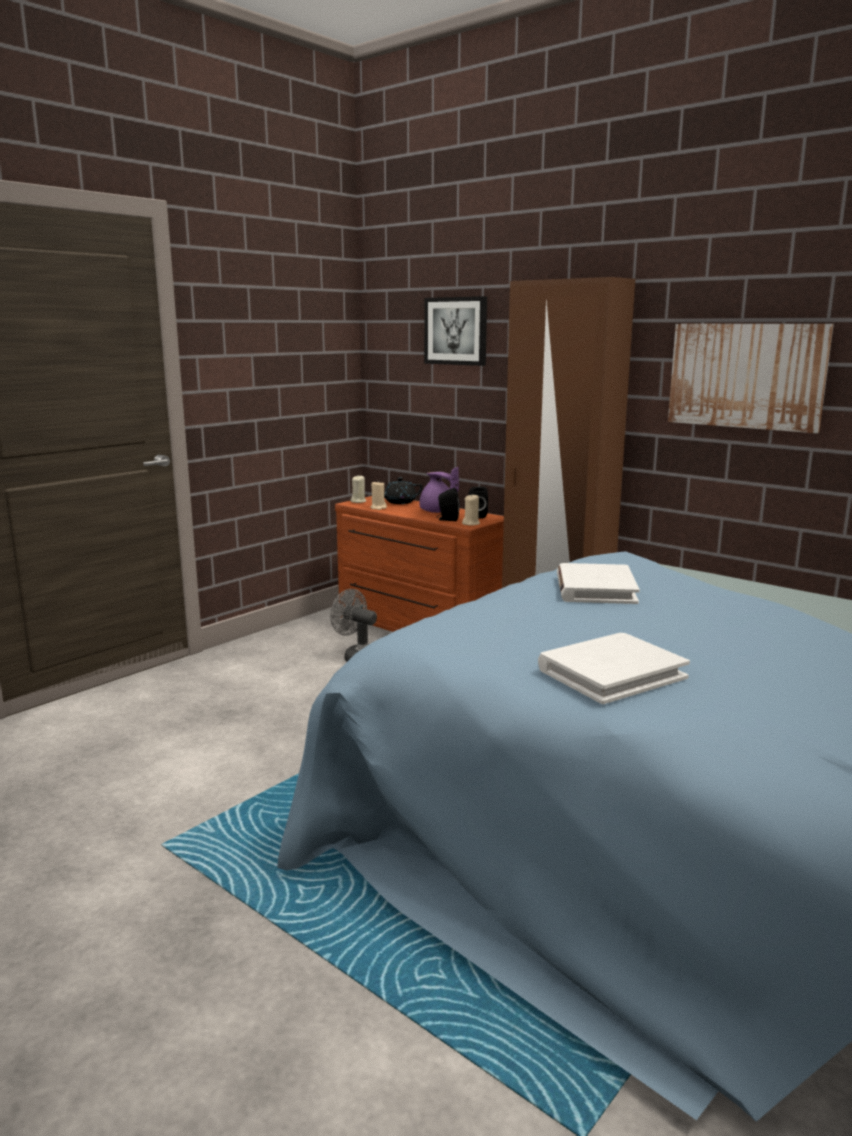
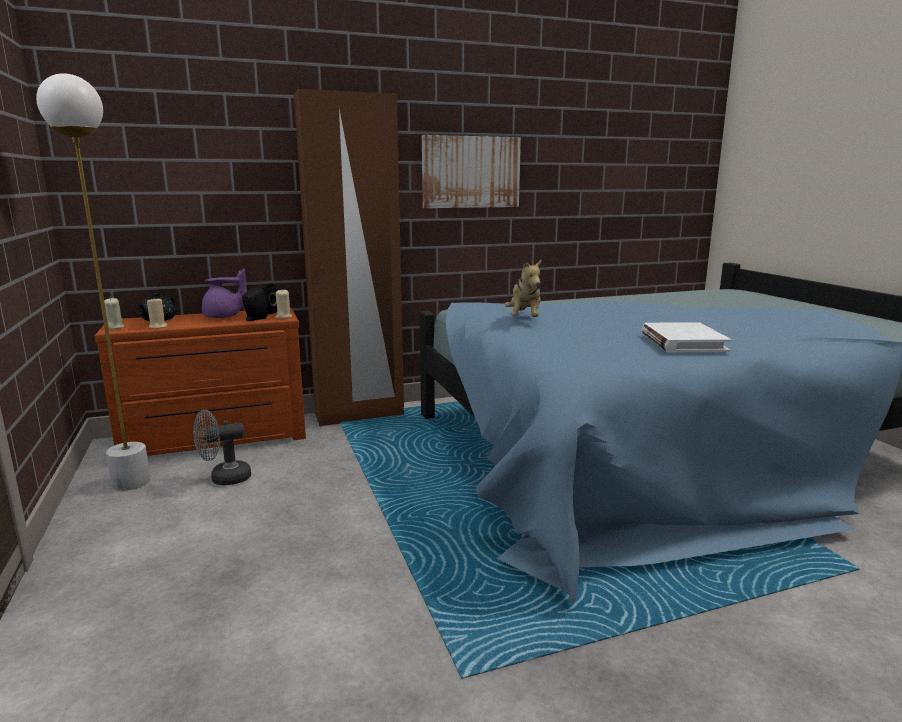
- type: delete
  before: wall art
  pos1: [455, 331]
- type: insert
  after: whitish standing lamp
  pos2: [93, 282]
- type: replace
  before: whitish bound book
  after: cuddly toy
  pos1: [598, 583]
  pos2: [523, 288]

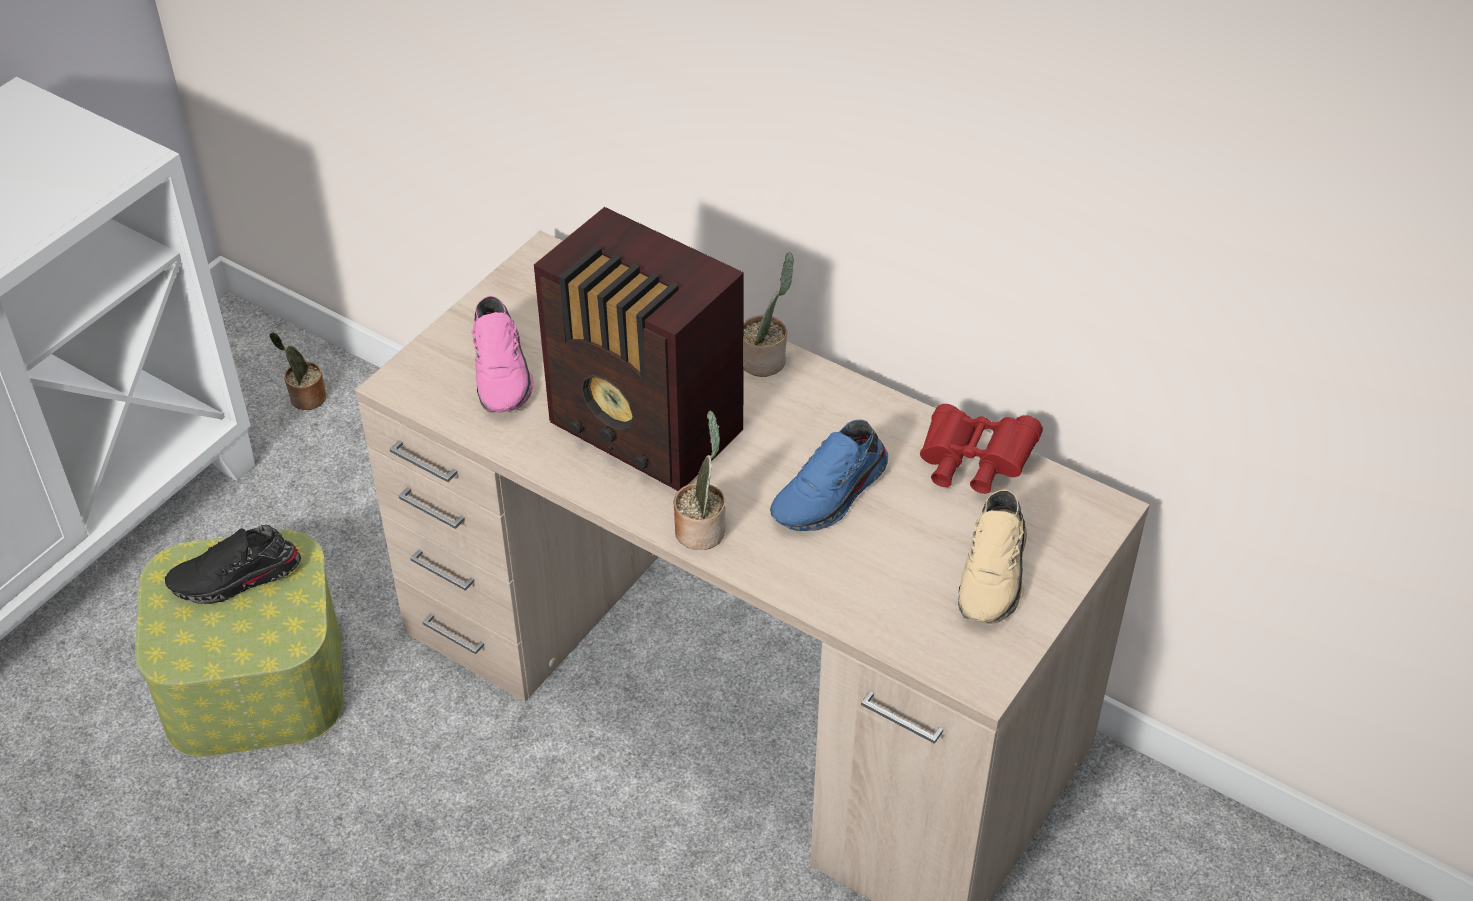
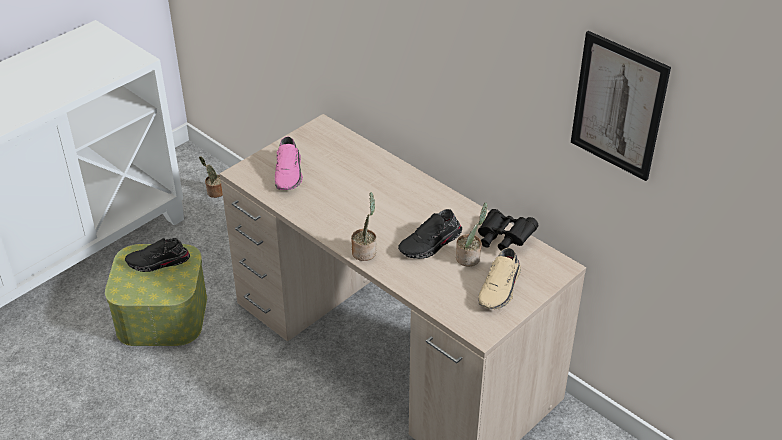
- type: delete
  before: radio
  pos1: [639, 349]
- type: insert
  after: wall art
  pos2: [621, 106]
- type: move
  before: potted plant
  pos1: [769, 314]
  pos2: [472, 235]
- type: recolor
  before: blue low shoe
  after: black low shoe
  pos1: [829, 475]
  pos2: [430, 234]
- type: recolor
  before: red binoculars
  after: black binoculars
  pos1: [981, 449]
  pos2: [508, 230]

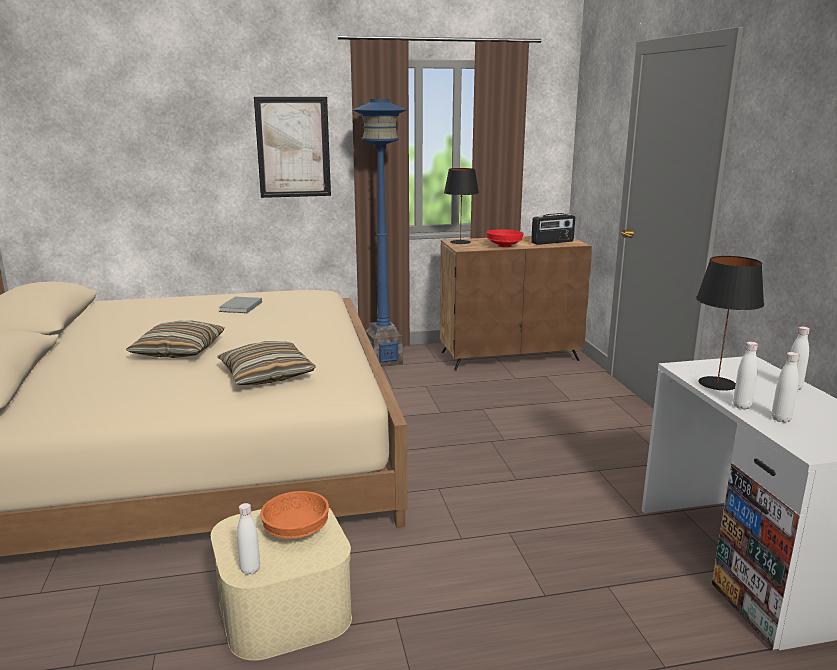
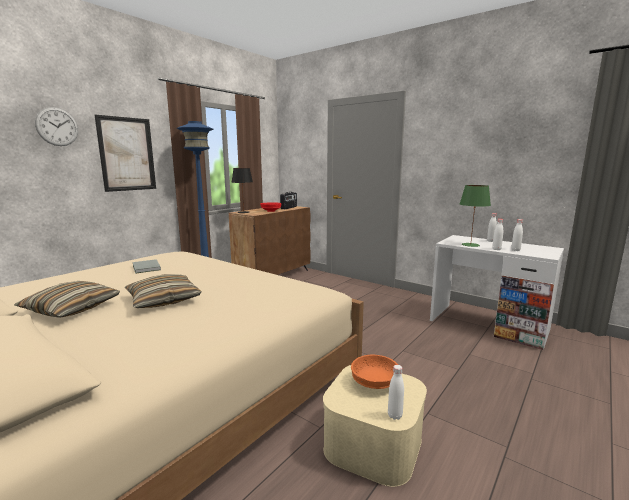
- type: insert
  after: wall clock
  pos2: [56, 126]
- type: move
  before: cushion
  pos1: [266, 363]
  pos2: [67, 299]
- type: recolor
  before: black tabletop lamp
  after: green-coloured tabletop lamp
  pos1: [730, 323]
  pos2: [475, 216]

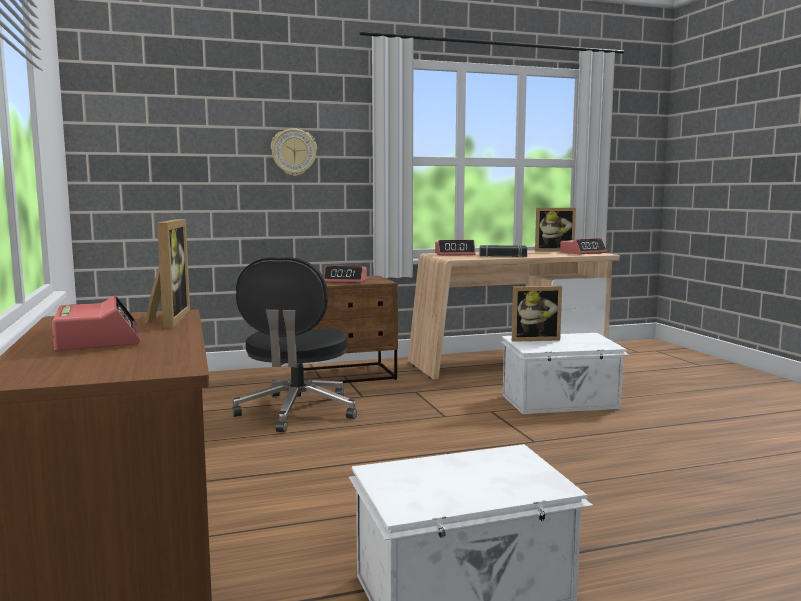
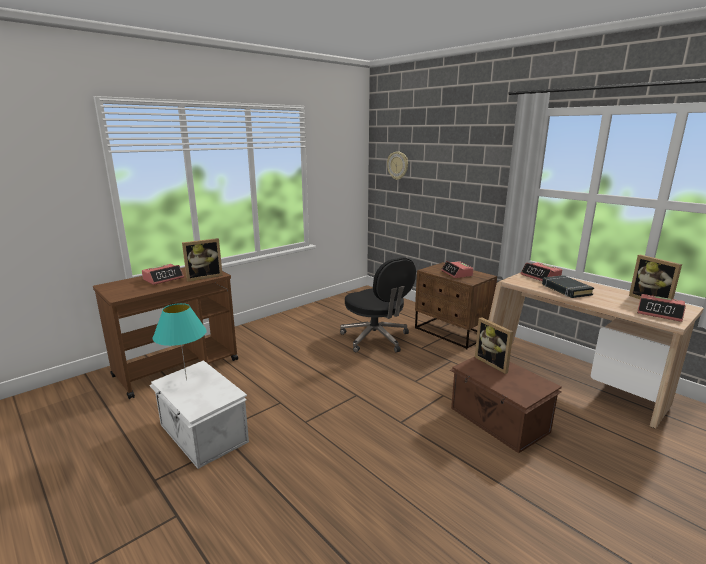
- type: insert
  after: turquoise tabletop lamp
  pos2: [180, 341]
- type: move
  before: wall clock
  pos1: [294, 152]
  pos2: [397, 165]
- type: recolor
  before: whitish storage bin
  after: brown storage bin
  pos1: [565, 373]
  pos2: [506, 405]
- type: rotate
  before: black computer chair
  pos1: [294, 345]
  pos2: [378, 305]
  turn: -105

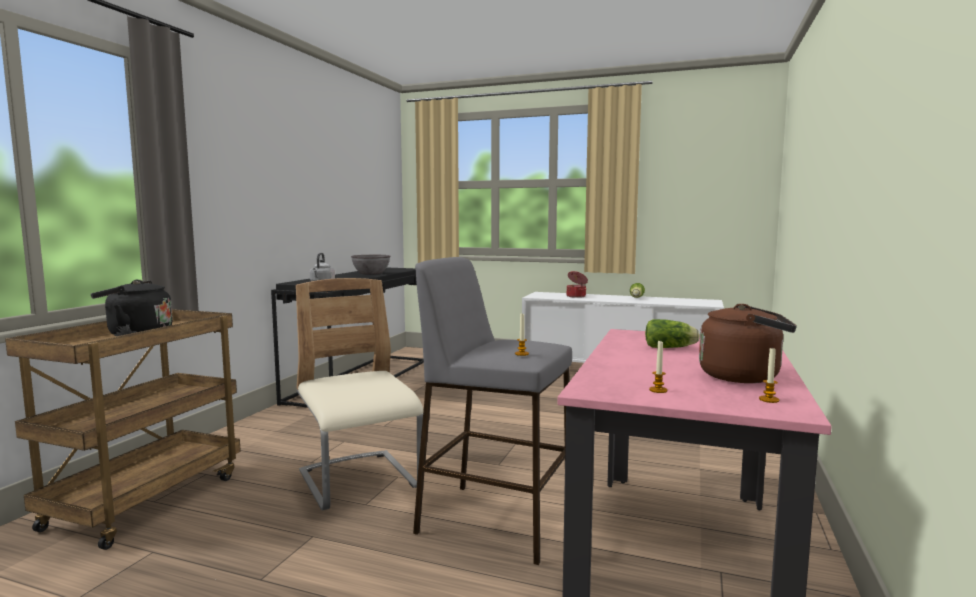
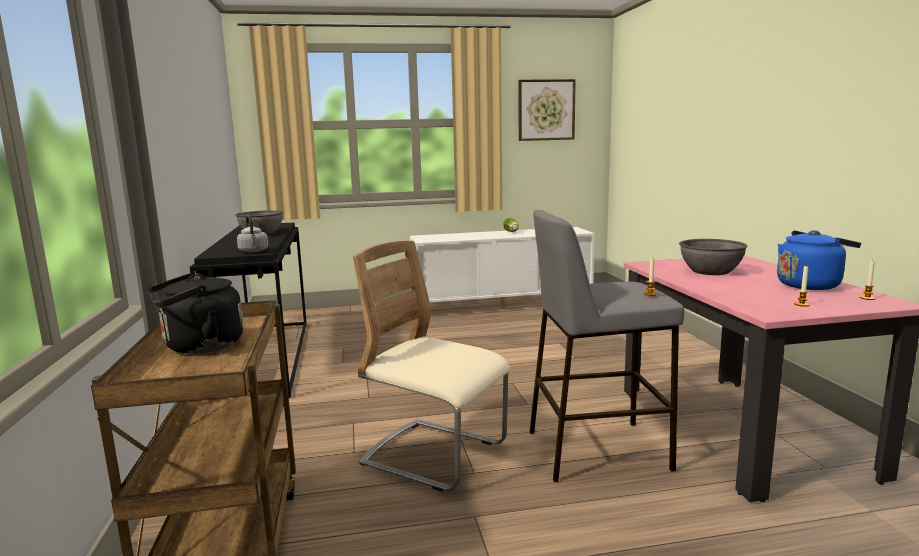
- type: delete
  before: cooking pot
  pos1: [577, 284]
- type: insert
  after: wall art
  pos2: [547, 110]
- type: replace
  before: lettuce head
  after: gray deep dish
  pos1: [672, 333]
  pos2: [713, 257]
- type: recolor
  before: brown kettle
  after: blue kettle
  pos1: [748, 343]
  pos2: [819, 260]

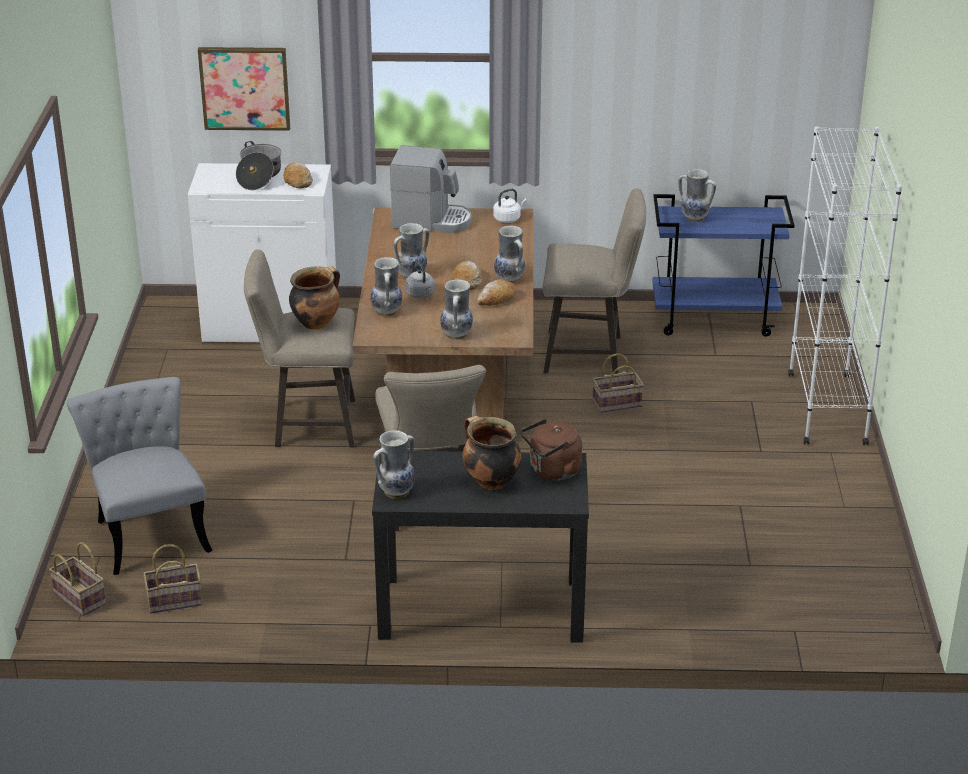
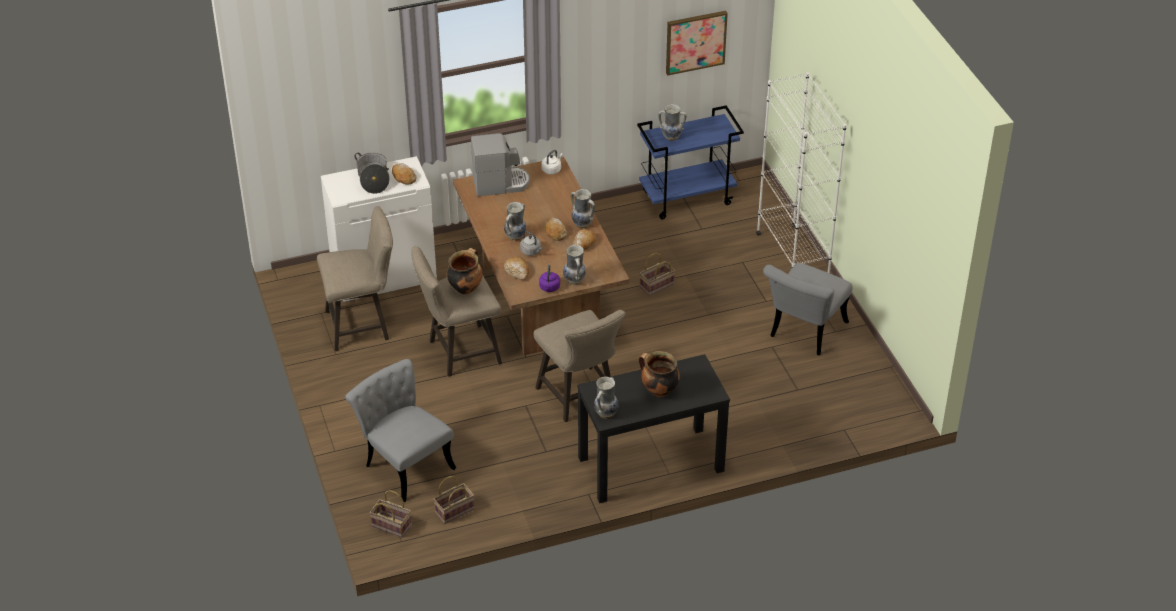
- type: delete
  before: brown kettle
  pos1: [551, 449]
- type: insert
  after: purple kettle
  pos2: [549, 278]
- type: insert
  after: gray chair
  pos2: [808, 309]
- type: move
  before: wall art
  pos1: [244, 89]
  pos2: [697, 43]
- type: move
  before: beige stool seat
  pos1: [594, 281]
  pos2: [355, 278]
- type: replace
  before: flower vase
  after: bread
  pos1: [386, 286]
  pos2: [516, 268]

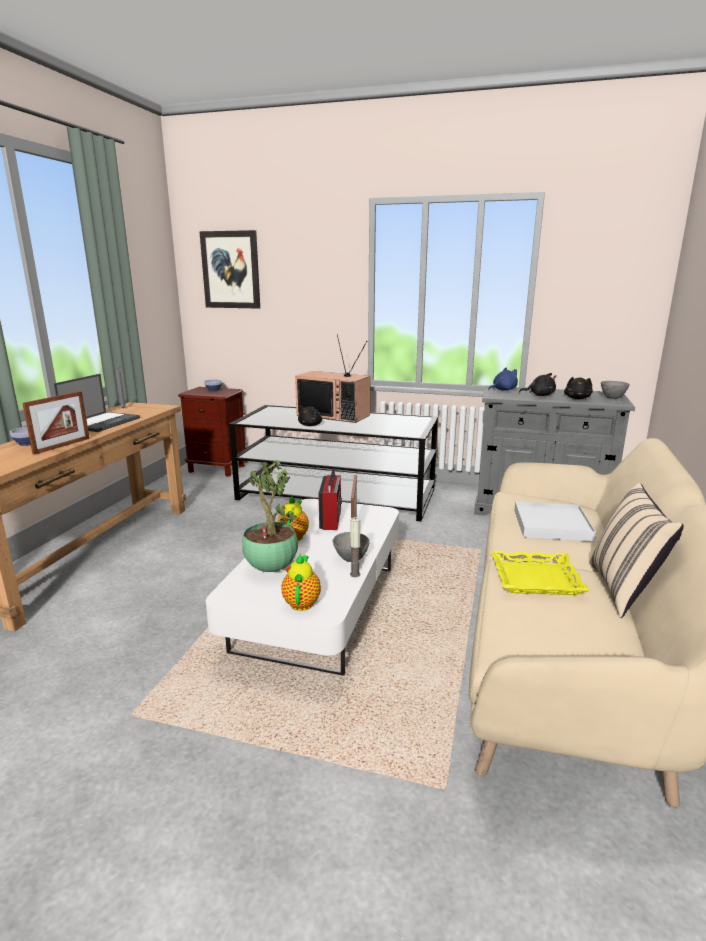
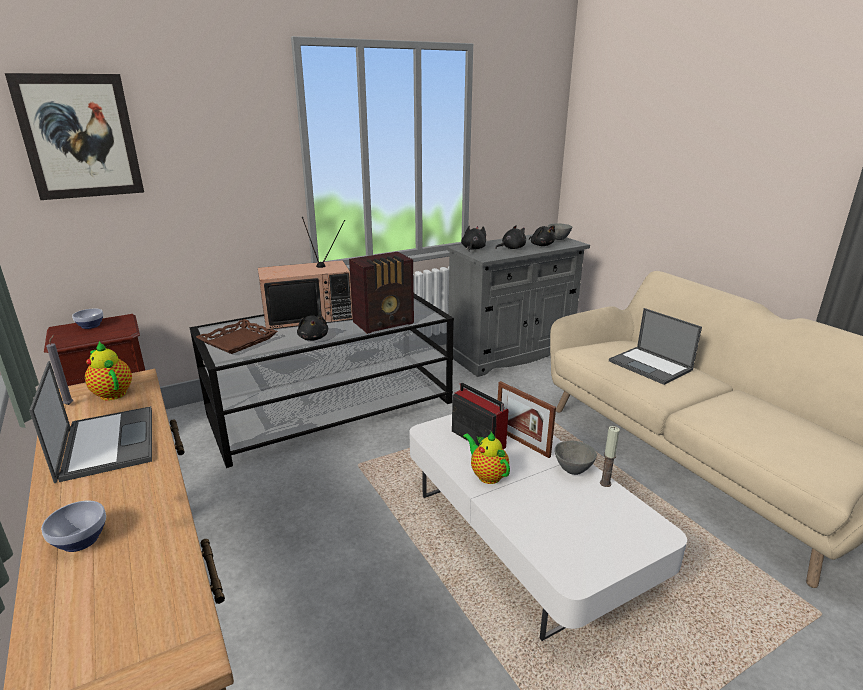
- type: delete
  before: picture frame
  pos1: [56, 423]
- type: delete
  before: potted plant
  pos1: [270, 516]
- type: delete
  before: yellowish carrying tray
  pos1: [540, 573]
- type: delete
  before: beige cushion
  pos1: [637, 550]
- type: insert
  after: brown carrying tray
  pos2: [237, 336]
- type: insert
  after: radio
  pos2: [381, 293]
- type: move
  before: tea pot
  pos1: [301, 582]
  pos2: [108, 370]
- type: replace
  before: whitish carrying tray
  after: laptop
  pos1: [555, 522]
  pos2: [655, 346]
- type: recolor
  before: blue cuddly toy
  after: black cuddly toy
  pos1: [503, 378]
  pos2: [473, 238]

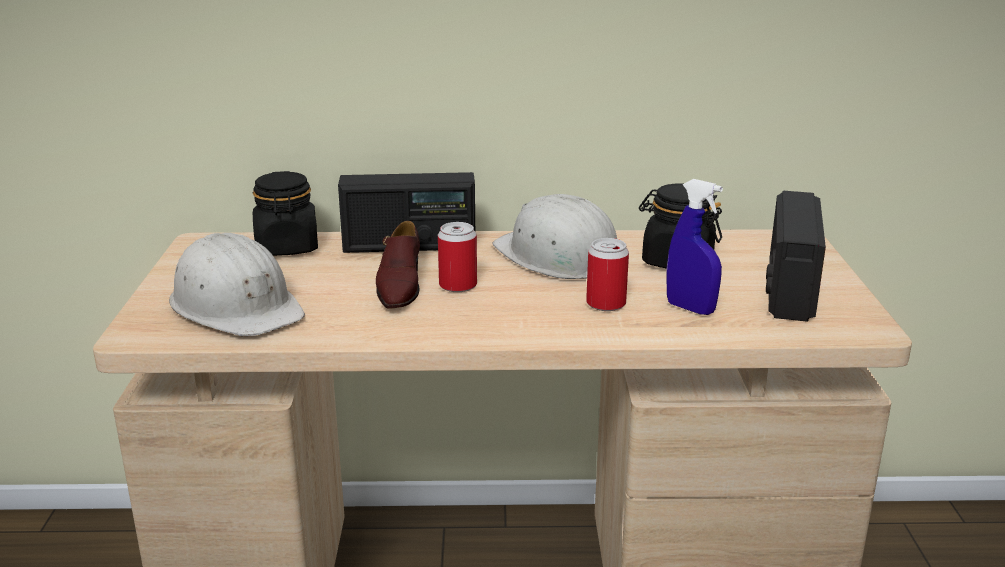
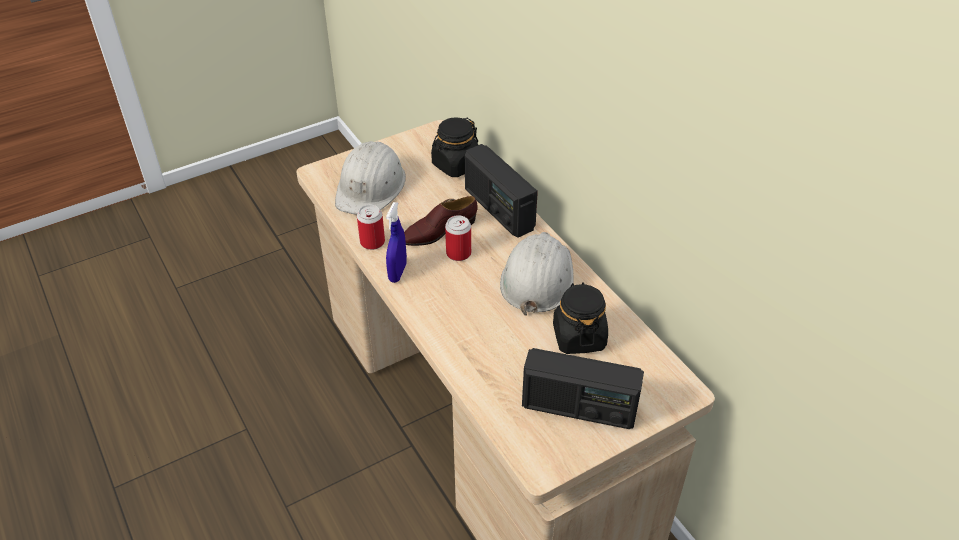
- type: move
  before: can
  pos1: [607, 274]
  pos2: [371, 227]
- type: move
  before: blue hand sprayer
  pos1: [695, 247]
  pos2: [396, 242]
- type: rotate
  before: radio
  pos1: [796, 256]
  pos2: [583, 388]
  turn: -150

